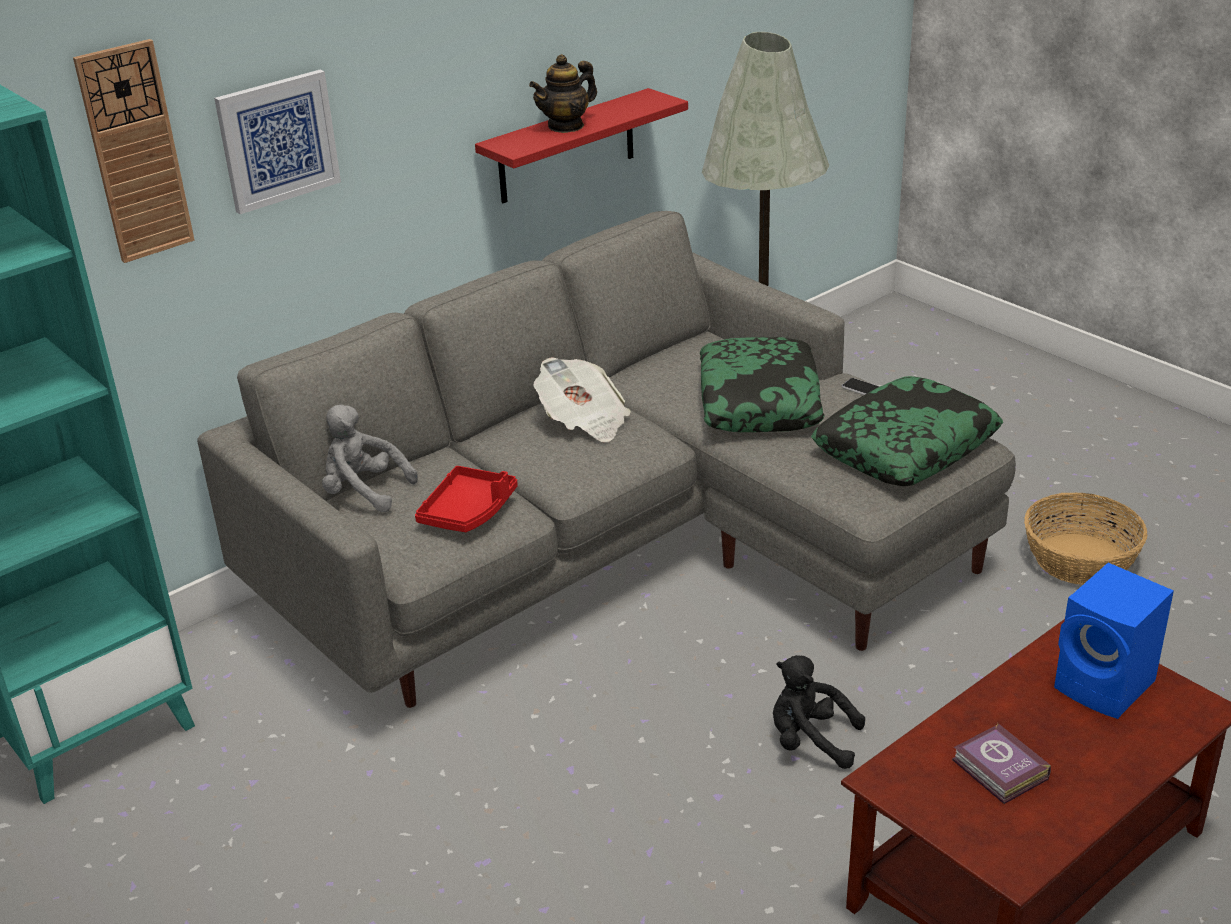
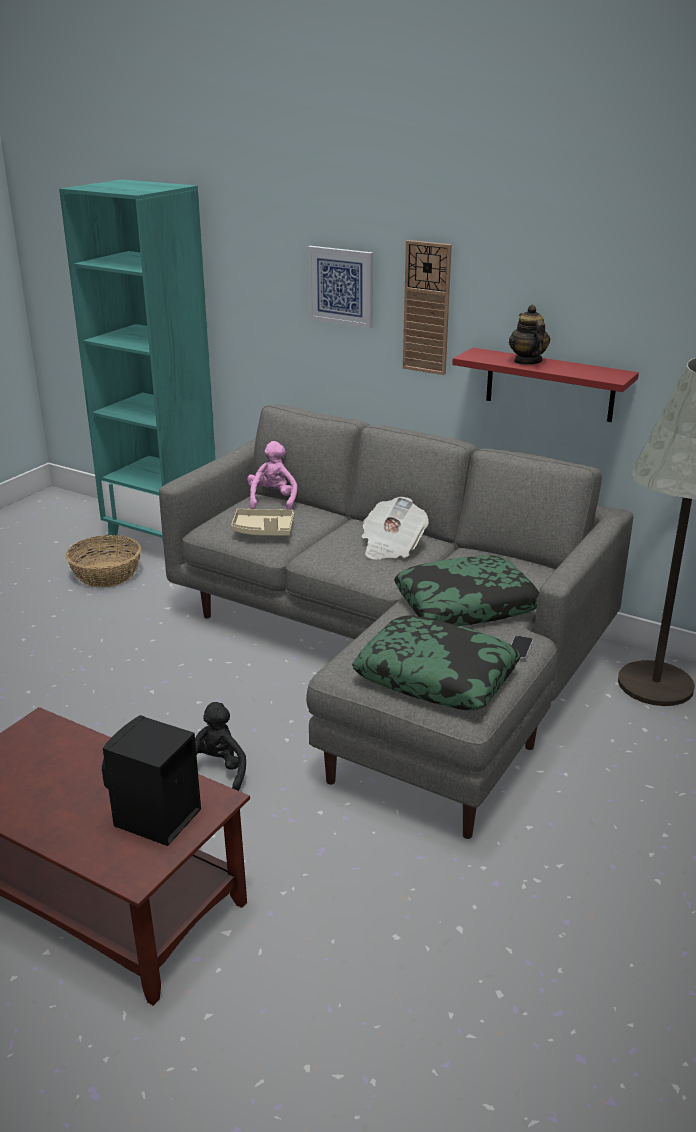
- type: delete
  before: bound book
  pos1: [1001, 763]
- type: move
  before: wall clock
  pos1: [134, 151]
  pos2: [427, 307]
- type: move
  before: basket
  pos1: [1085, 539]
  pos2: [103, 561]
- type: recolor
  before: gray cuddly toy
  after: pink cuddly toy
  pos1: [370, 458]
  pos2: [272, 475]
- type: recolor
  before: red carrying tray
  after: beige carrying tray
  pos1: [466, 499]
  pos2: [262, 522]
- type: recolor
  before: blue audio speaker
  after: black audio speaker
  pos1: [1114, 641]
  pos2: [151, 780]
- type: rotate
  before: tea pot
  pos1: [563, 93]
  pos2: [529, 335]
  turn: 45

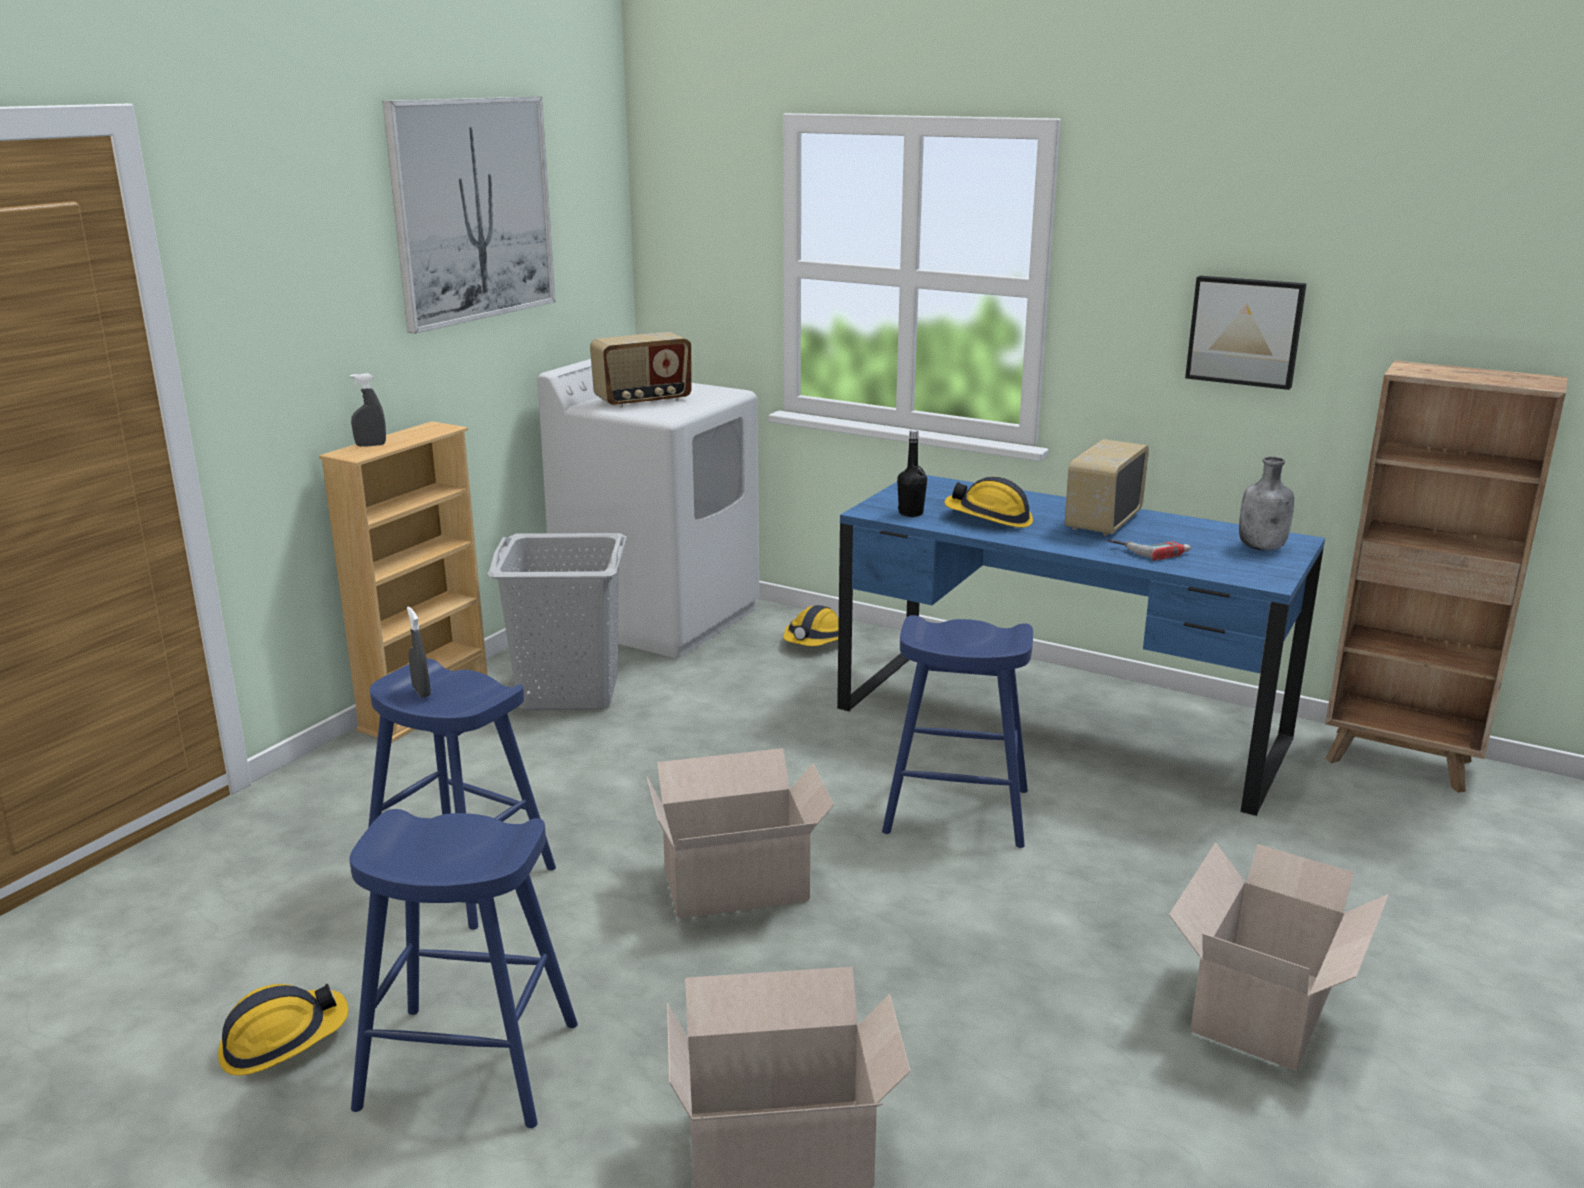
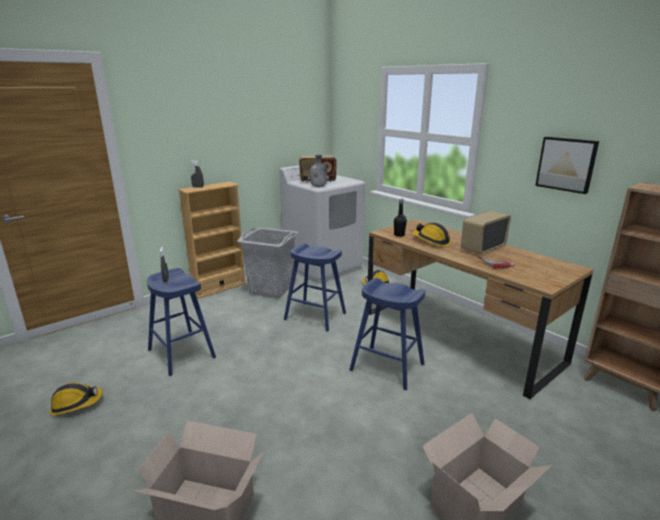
- type: delete
  before: wall art
  pos1: [469, 215]
- type: delete
  before: cardboard box
  pos1: [740, 833]
- type: move
  before: blue stool seat
  pos1: [463, 968]
  pos2: [315, 287]
- type: move
  before: gray beverage bottle
  pos1: [1266, 504]
  pos2: [318, 171]
- type: recolor
  before: blue desk unit
  after: brown desk unit
  pos1: [1081, 645]
  pos2: [481, 309]

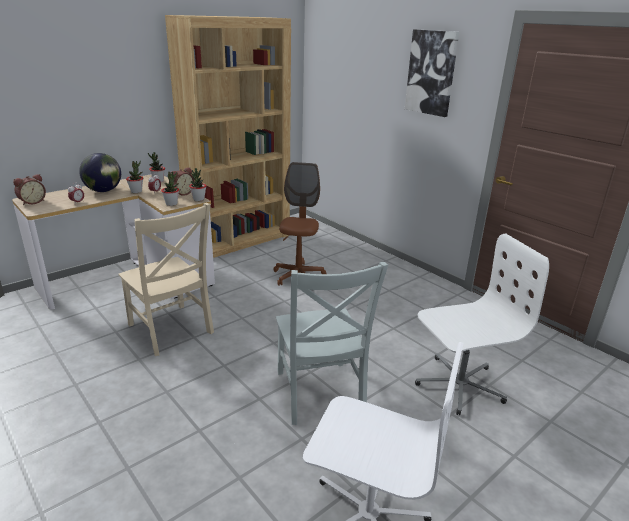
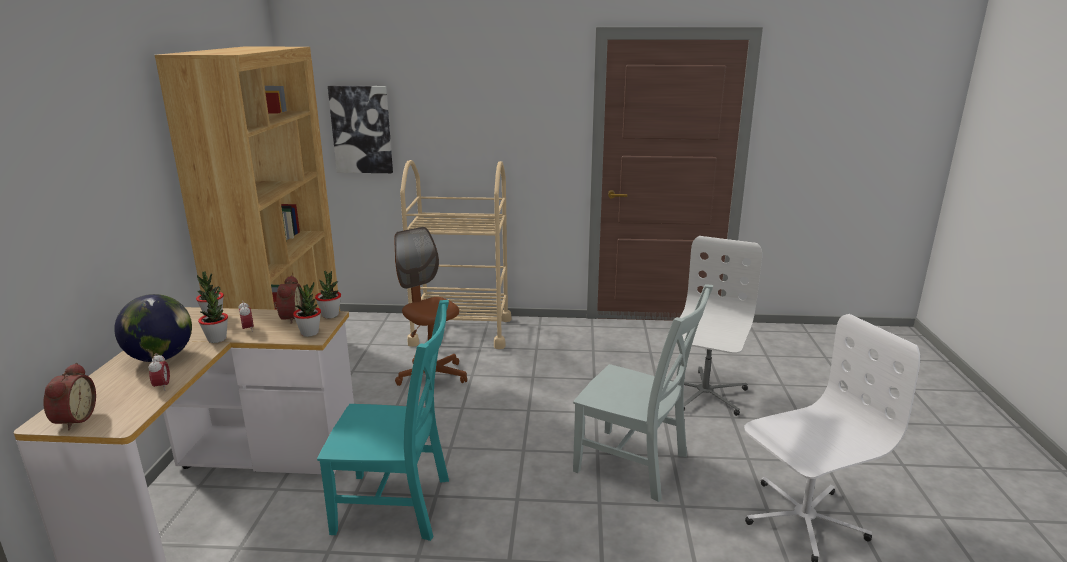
- type: insert
  after: beige cart
  pos2: [455, 254]
- type: move
  before: wall art
  pos1: [432, 73]
  pos2: [360, 129]
- type: recolor
  before: beige chair
  after: turquoise chair
  pos1: [166, 279]
  pos2: [383, 420]

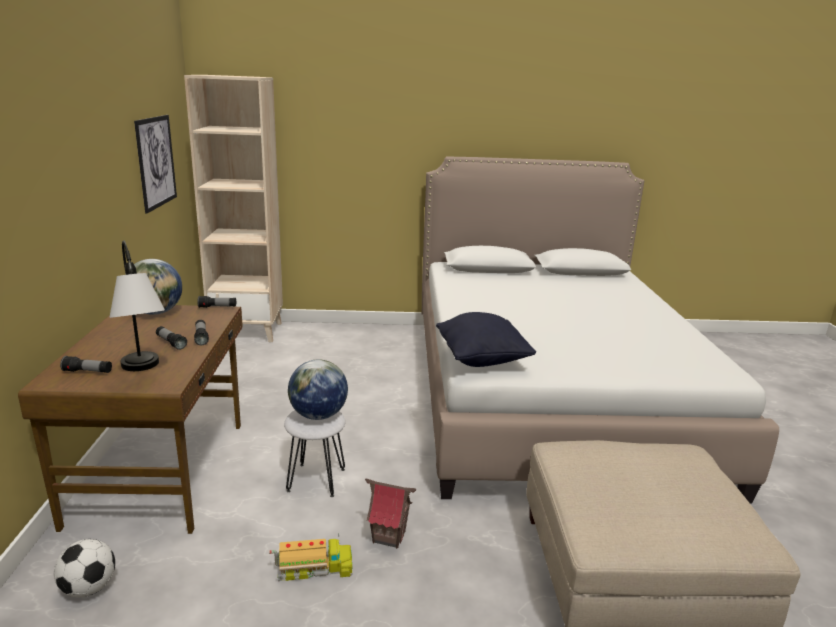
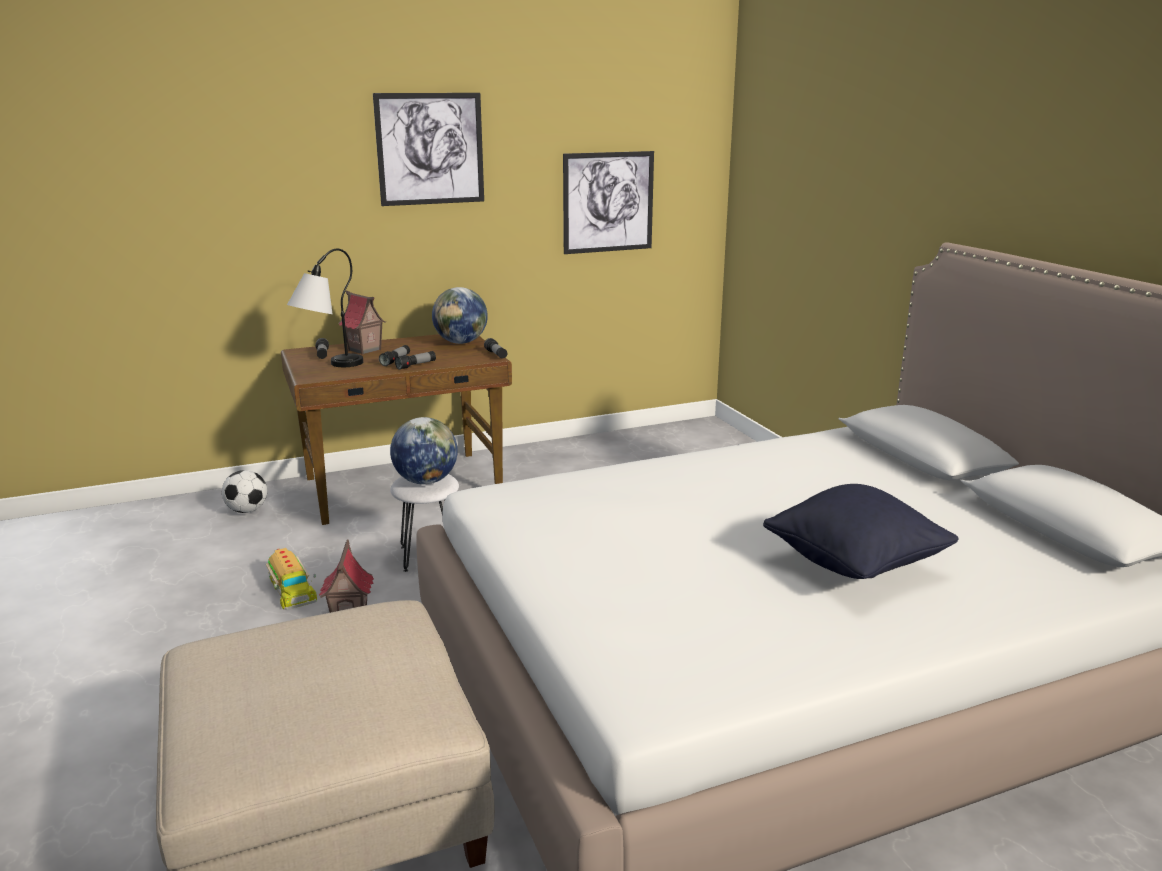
- type: delete
  before: beige shelving unit
  pos1: [233, 208]
- type: insert
  after: toy house
  pos2: [362, 323]
- type: insert
  after: wall art
  pos2: [428, 149]
- type: move
  before: black cushion
  pos1: [486, 339]
  pos2: [861, 531]

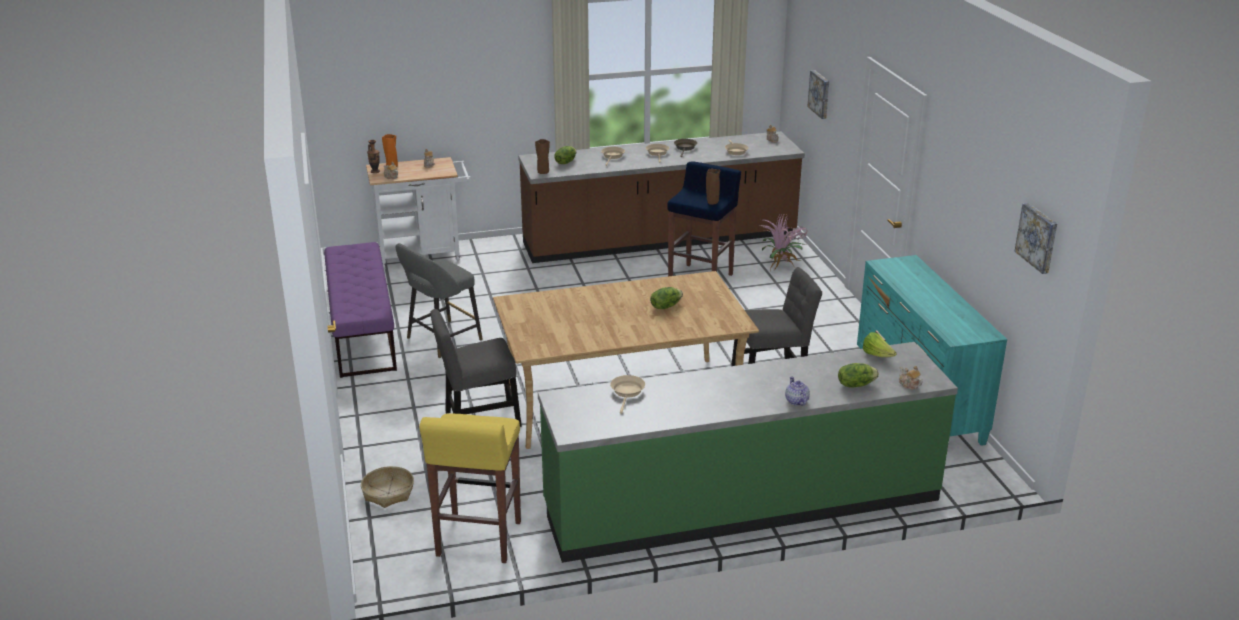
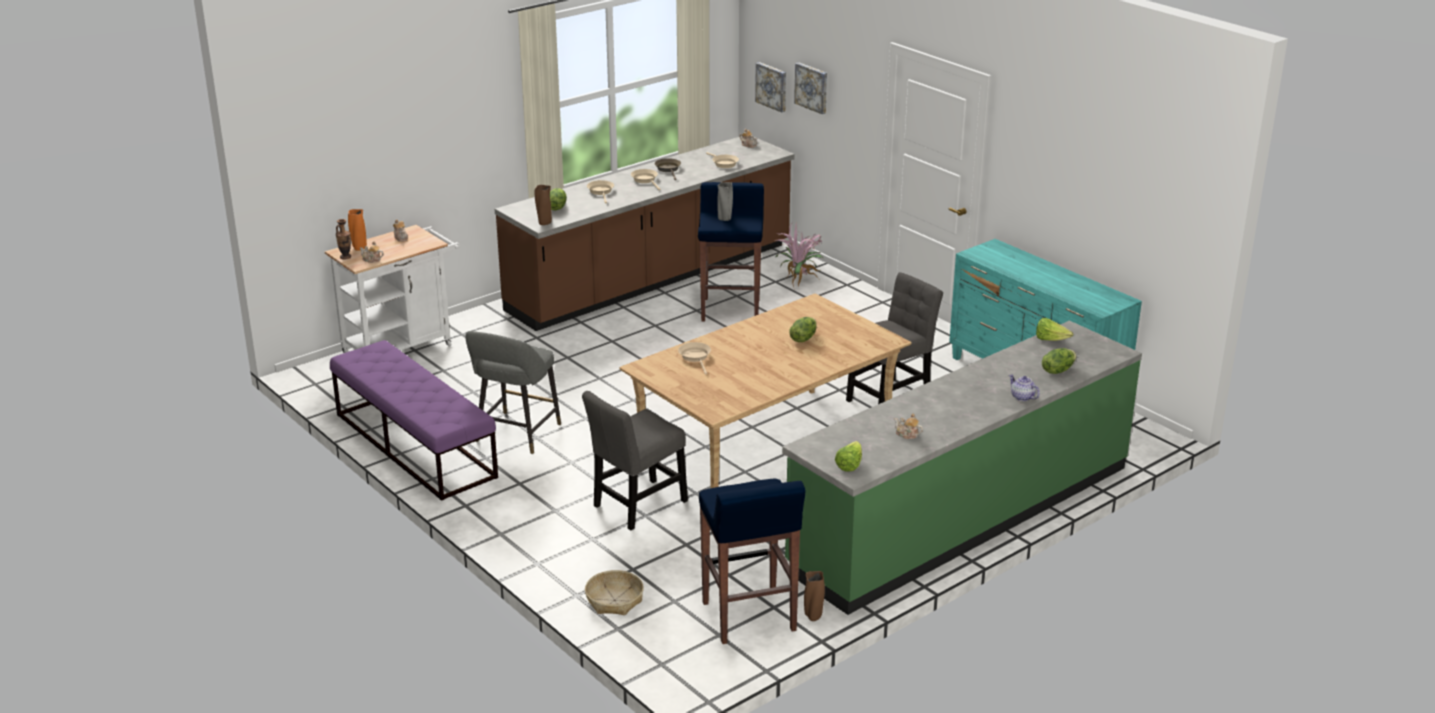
- type: insert
  after: gray flower vase
  pos2: [725, 201]
- type: insert
  after: lettuce head
  pos2: [848, 456]
- type: move
  before: beige pan
  pos1: [627, 394]
  pos2: [694, 358]
- type: move
  before: brown flower vase
  pos1: [713, 187]
  pos2: [814, 596]
- type: move
  before: tea pot
  pos1: [910, 377]
  pos2: [908, 426]
- type: move
  before: wall art
  pos1: [1035, 238]
  pos2: [770, 87]
- type: recolor
  before: yellowish stool seat
  after: blue stool seat
  pos1: [470, 488]
  pos2: [752, 561]

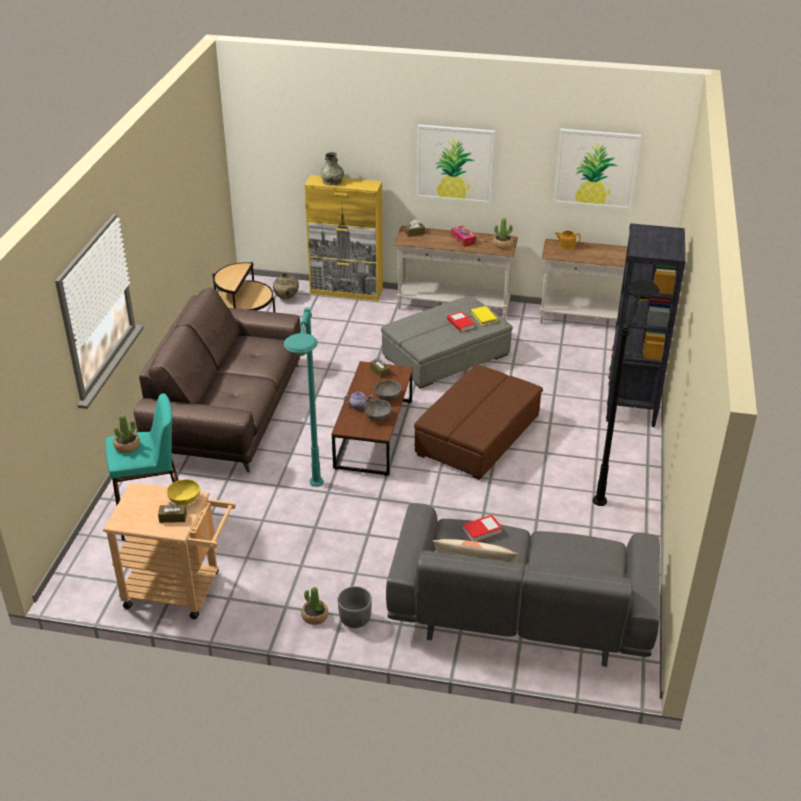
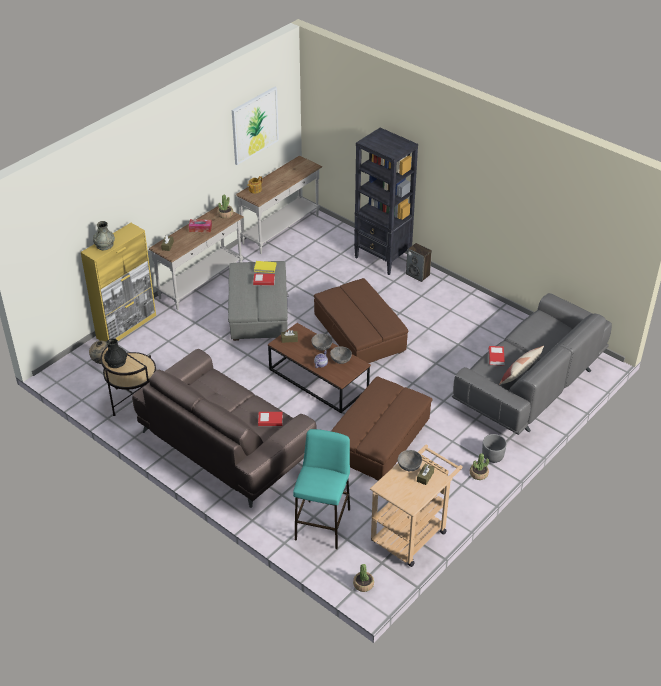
- type: delete
  before: wall art
  pos1: [455, 164]
- type: delete
  before: black standing lamp
  pos1: [626, 393]
- type: insert
  after: black flower vase
  pos2: [115, 353]
- type: insert
  after: bound book
  pos2: [270, 419]
- type: insert
  after: audio speaker
  pos2: [419, 262]
- type: move
  before: potted plant
  pos1: [126, 434]
  pos2: [363, 578]
- type: replace
  before: turquoise standing lamp
  after: brown footrest
  pos1: [304, 397]
  pos2: [381, 428]
- type: recolor
  before: yellowish deep dish
  after: gray deep dish
  pos1: [183, 492]
  pos2: [410, 460]

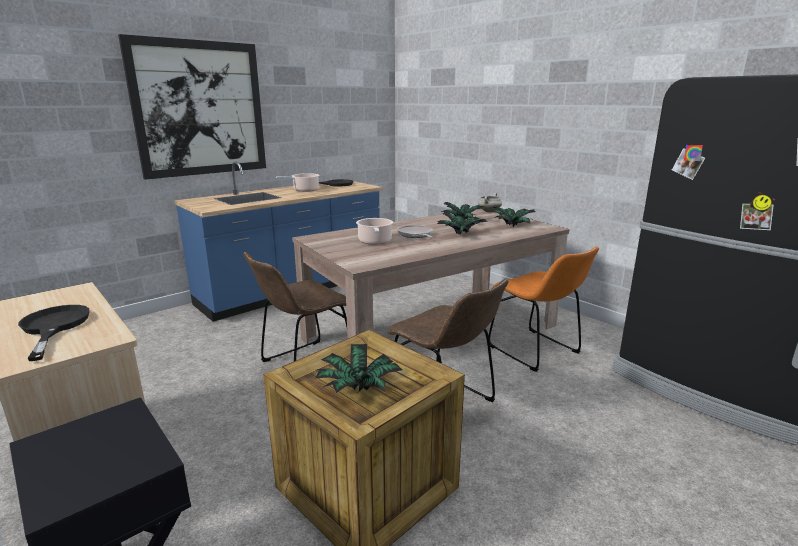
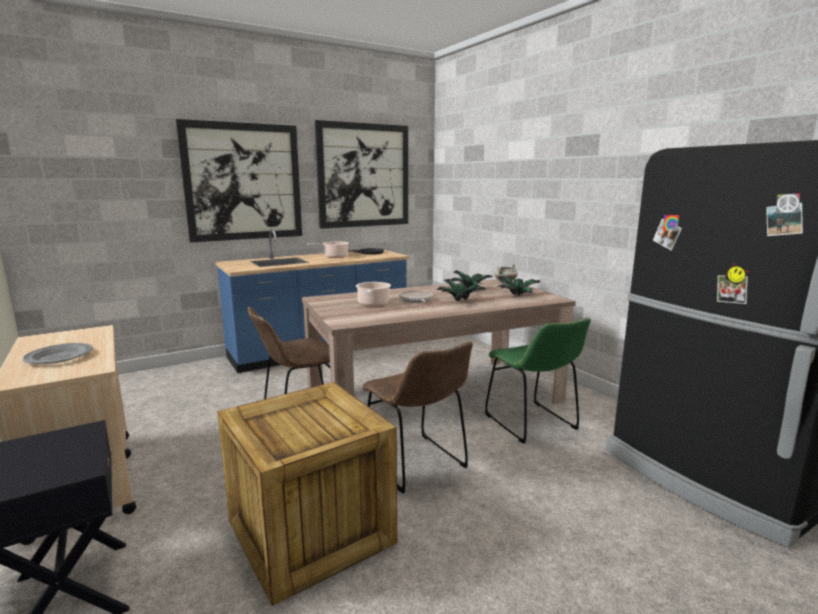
- type: delete
  before: potted plant
  pos1: [358, 368]
- type: insert
  after: wall art
  pos2: [361, 174]
- type: replace
  before: black pan
  after: gray flat dish
  pos1: [54, 333]
  pos2: [58, 353]
- type: recolor
  before: orange-coloured chair
  after: green-coloured chair
  pos1: [544, 309]
  pos2: [538, 381]

